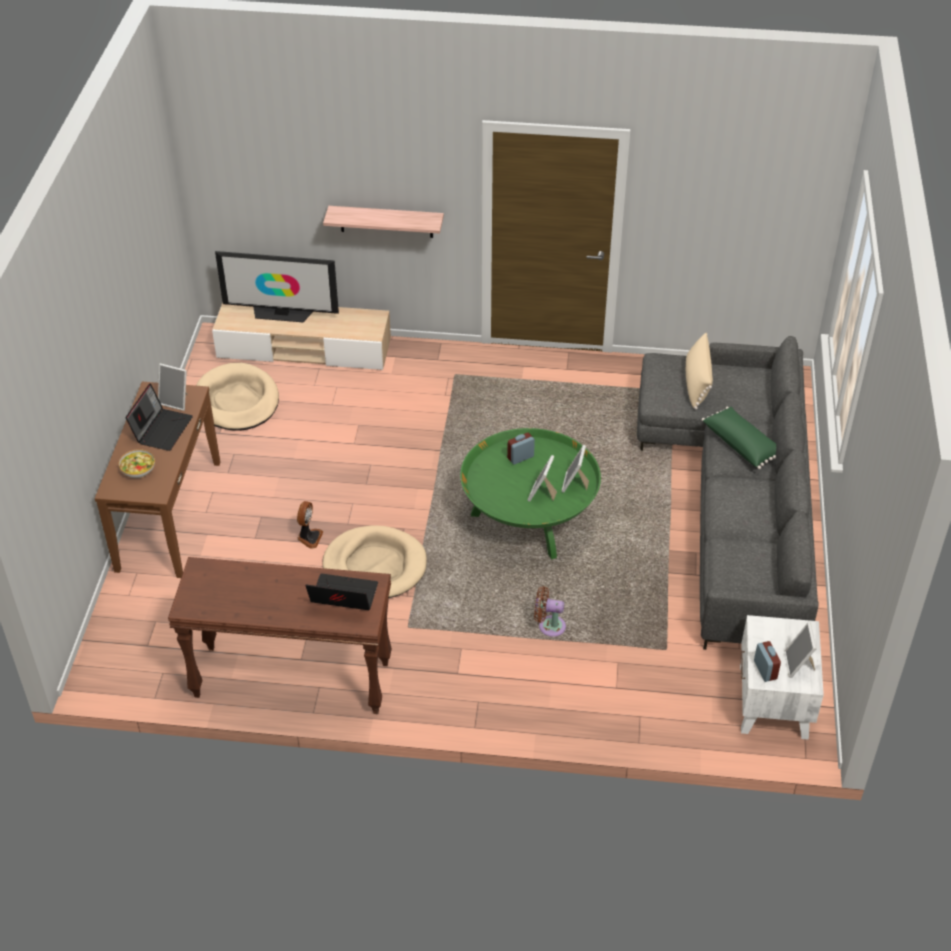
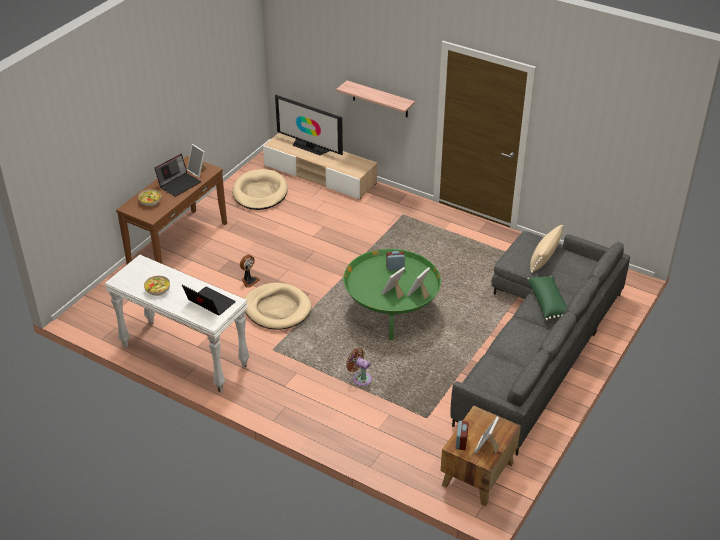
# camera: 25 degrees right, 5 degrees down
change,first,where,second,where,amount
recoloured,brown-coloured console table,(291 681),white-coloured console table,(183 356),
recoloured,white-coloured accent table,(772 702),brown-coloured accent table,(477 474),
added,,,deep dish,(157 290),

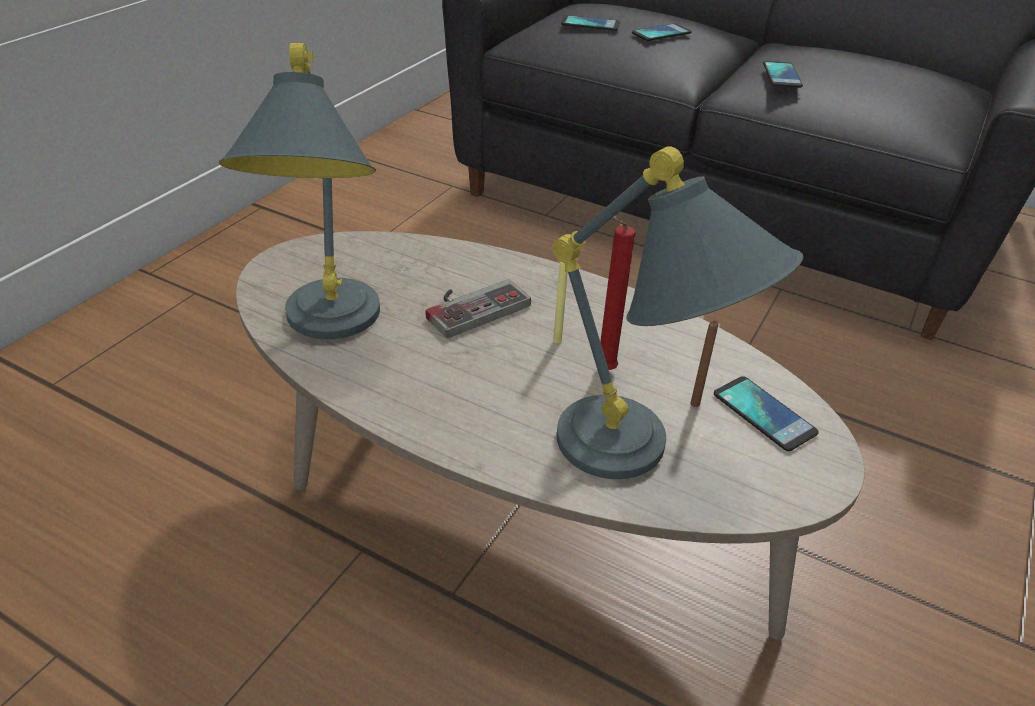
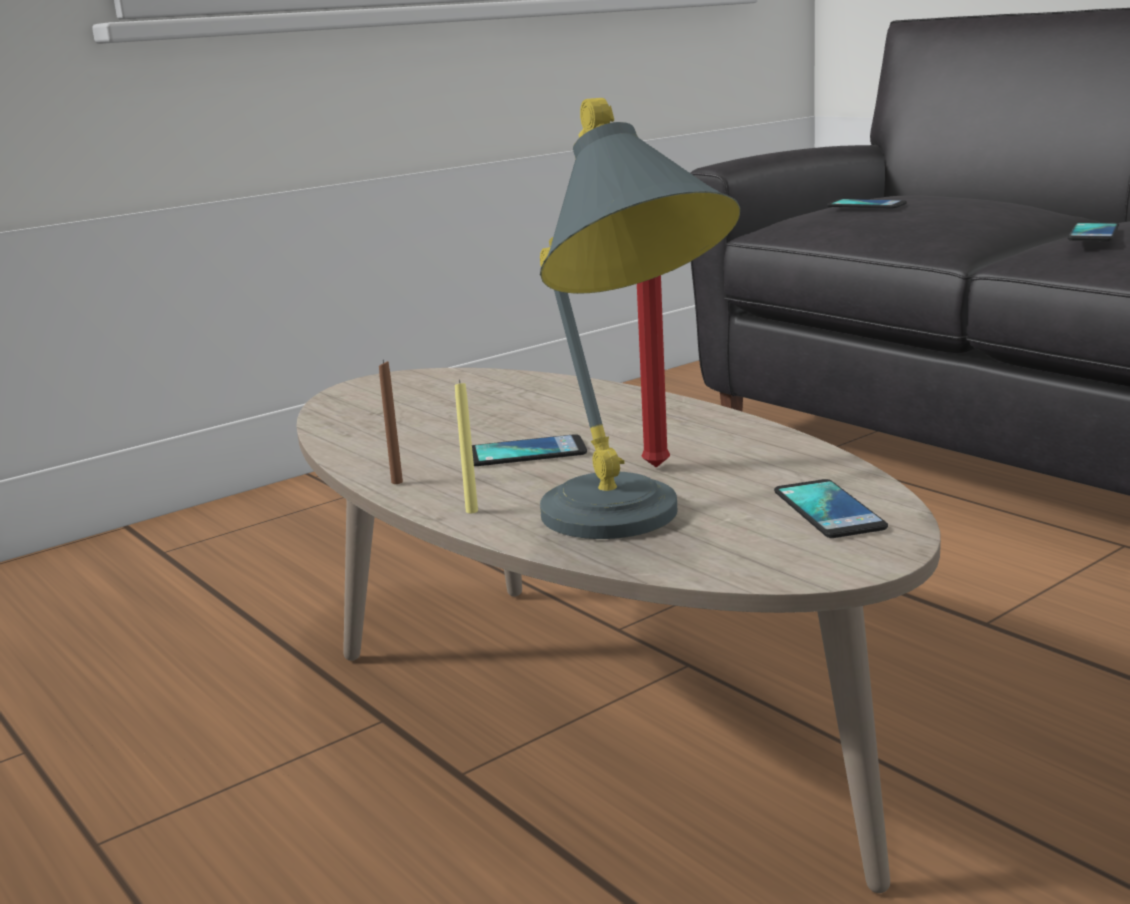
# camera: 25 degrees right, 20 degrees down
change,first,where,second,where,amount
moved,phone,(661 33),,(527 453),
removed,grey tabletop lamp,(327 333),,,
moved,yellowish wax light,(557 340),,(471 511),
removed,gamepad,(472 305),,,
moved,brown-coloured wax light,(695 404),,(397 482),

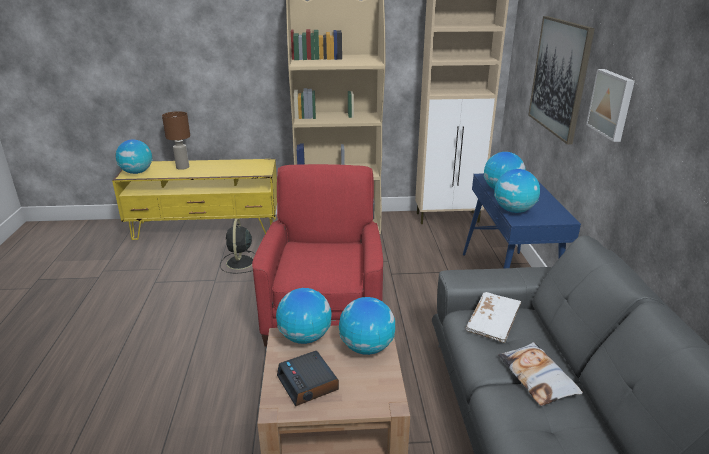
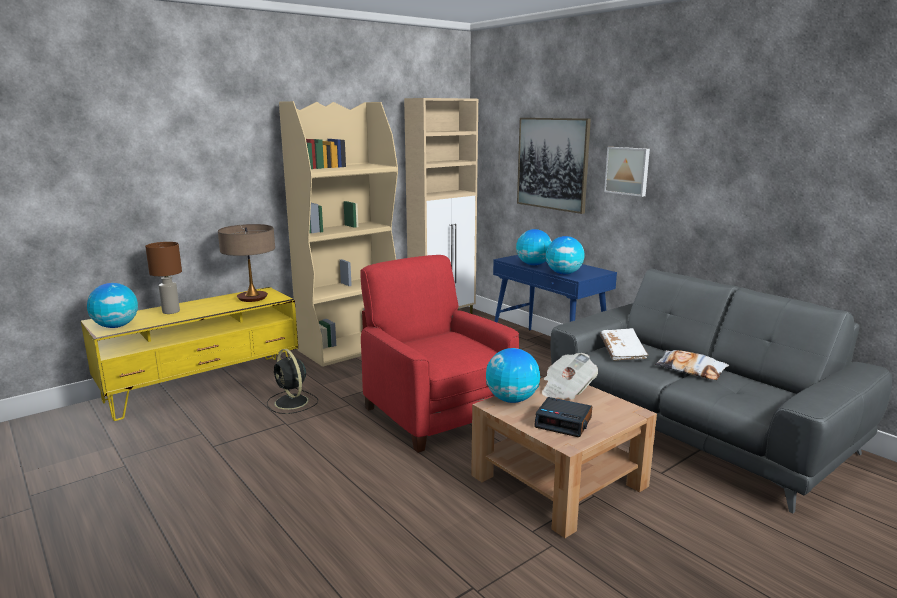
# camera: 35 degrees left, 10 degrees down
change,first,where,second,where,amount
replaced,globe,(366 347),newspaper,(566 390),
added,,,tabletop lamp,(252 298),

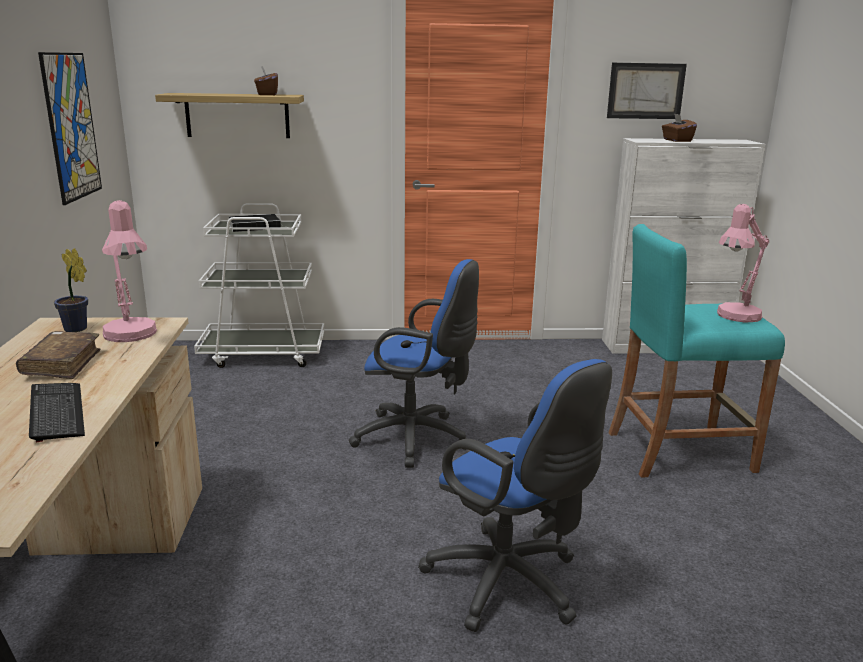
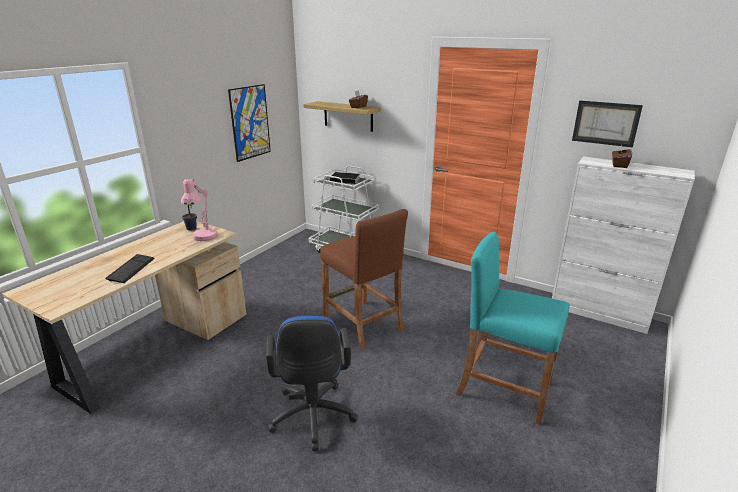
# camera: 35 degrees right, 5 degrees up
change,first,where,second,where,amount
removed,pink-coloured tabletop lamp,(734 317),,,
replaced,bluish desk chair,(417 439),brown-coloured stool,(362 324),
removed,brown-coloured bound book,(62 364),,,

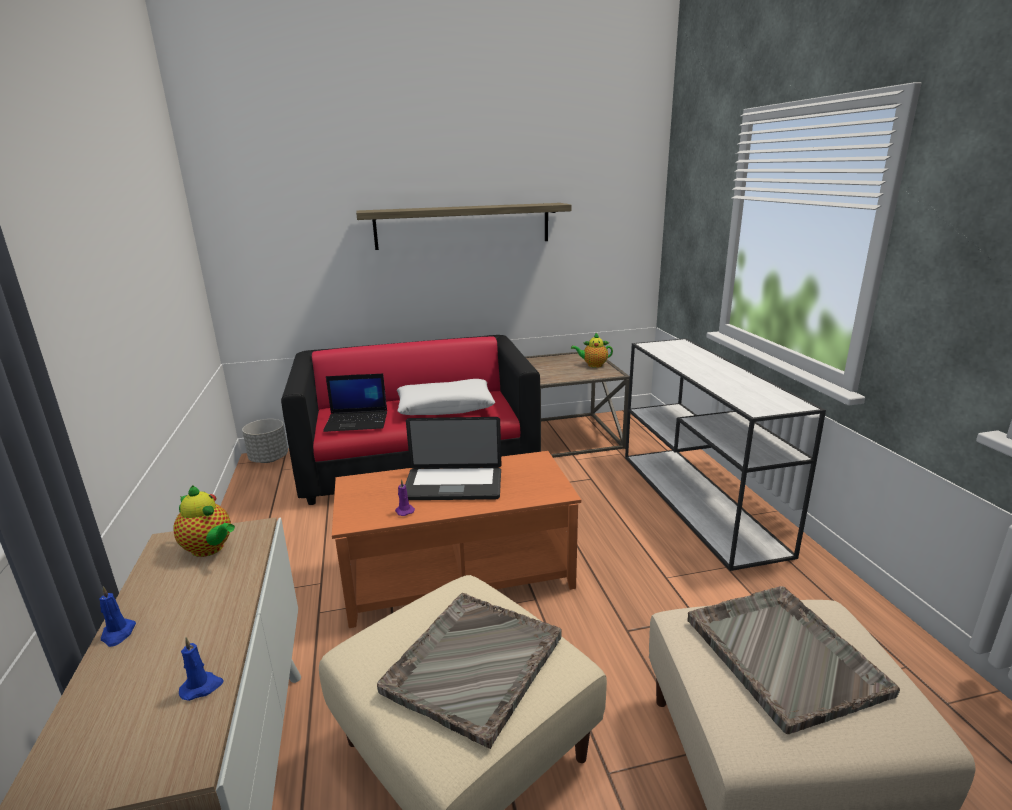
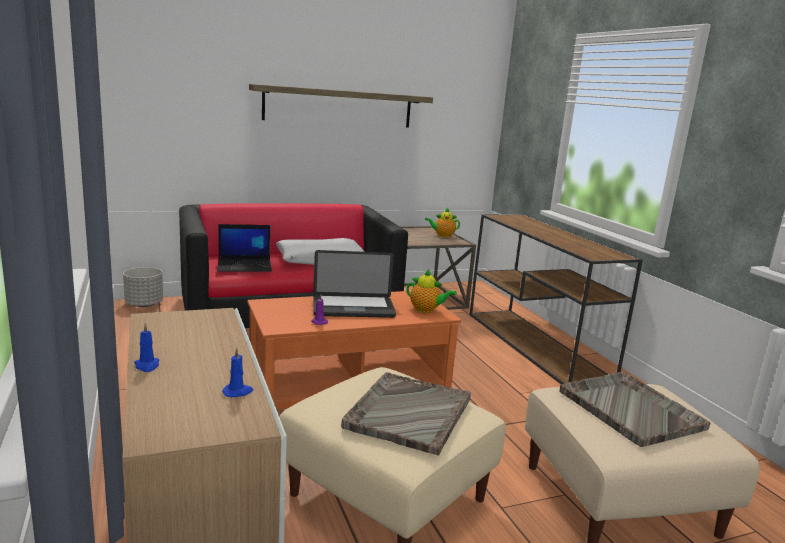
# camera: 10 degrees left, 5 degrees down
change,first,where,second,where,amount
recoloured,white-coloured console table,(699 501),brown-coloured console table,(536 345),
moved,teapot,(210 549),,(426 310),

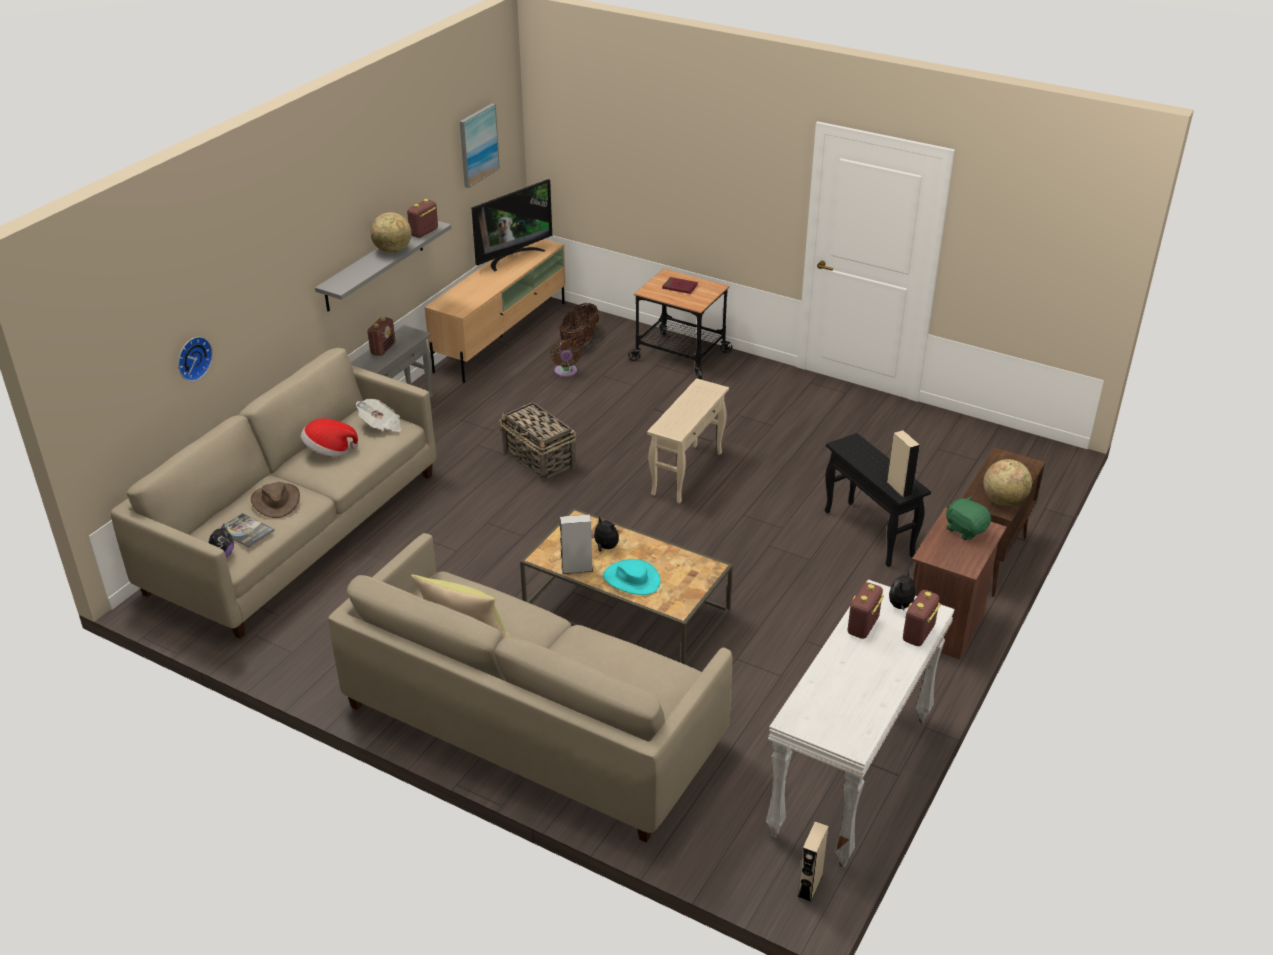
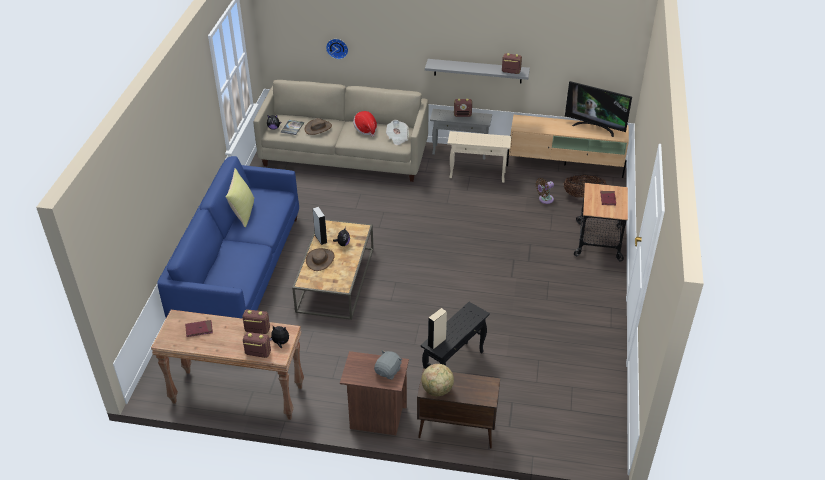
# camera: 70 degrees right, 5 degrees up
change,first,where,second,where,amount
removed,wall art,(478 145),,,
removed,globe,(393 251),,,
moved,sand-coloured accent table,(687 473),,(477 175),
removed,basket,(539 460),,,
recoloured,green-coloured cuddly toy,(965 529),grey cuddly toy,(388 371),
recoloured,sand-coloured settee,(532 724),bluish settee,(238 270),
recoloured,turquoise-coloured wearable hat,(631 579),brown-coloured wearable hat,(320 260),
recoloured,white-coloured console table,(852 776),brown-coloured console table,(237 395),
removed,sand-coloured audio speaker,(809 886),,,
added,,,red-coloured bound book,(199 329),

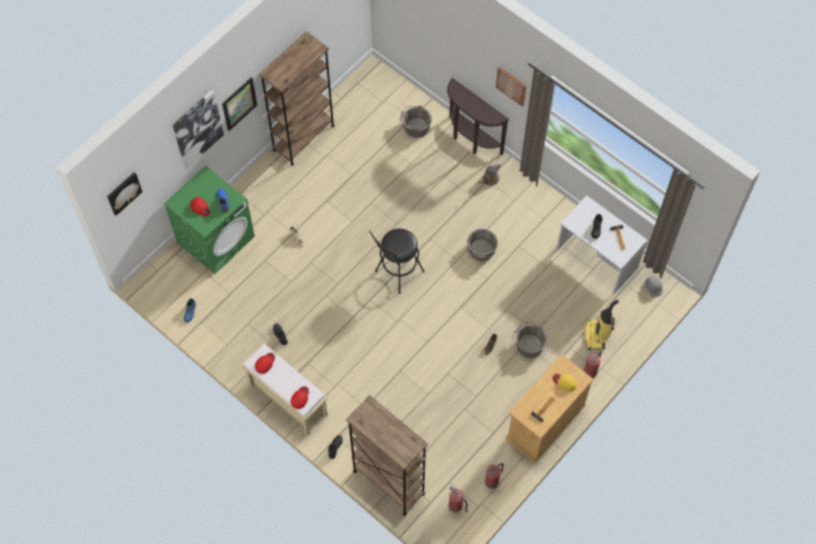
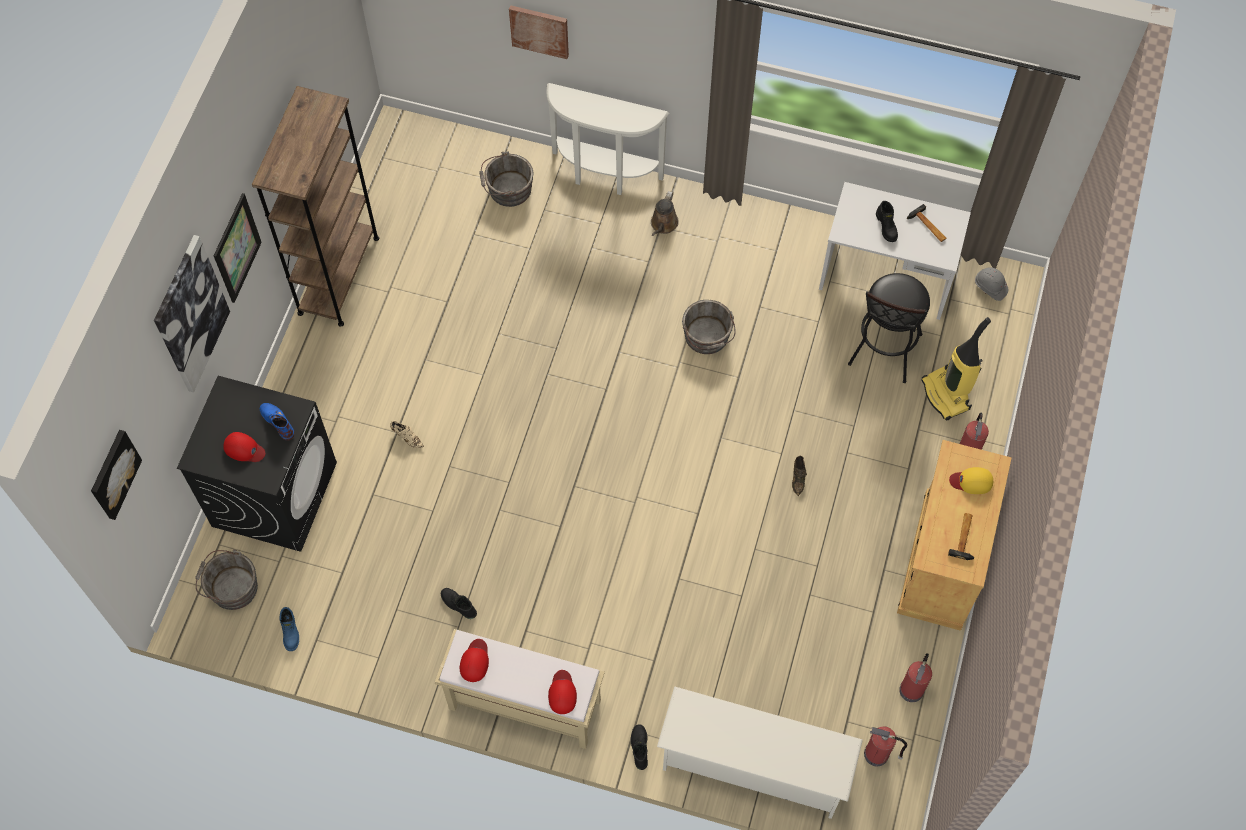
# camera: 25 degrees left, 0 degrees up
change,first,where,second,where,amount
moved,wall art,(511 85),,(539 30),
recoloured,brown-coloured console table,(471 140),white-coloured console table,(604 176),
recoloured,green-coloured laundry appliance,(216 239),blackish laundry appliance,(274 493),
moved,blackish stool,(396 273),,(882 355),
moved,grey water bucket,(528 344),,(231 587),
replaced,brown-coloured bookshelf,(388 482),white-coloured shoe shelf,(753 765),

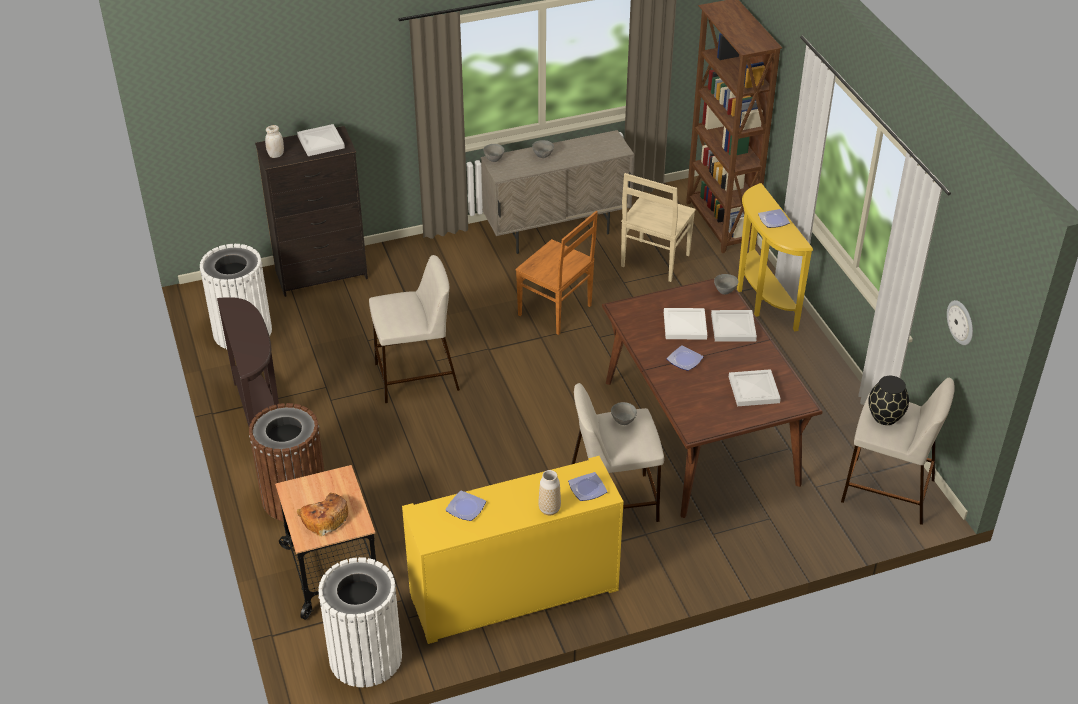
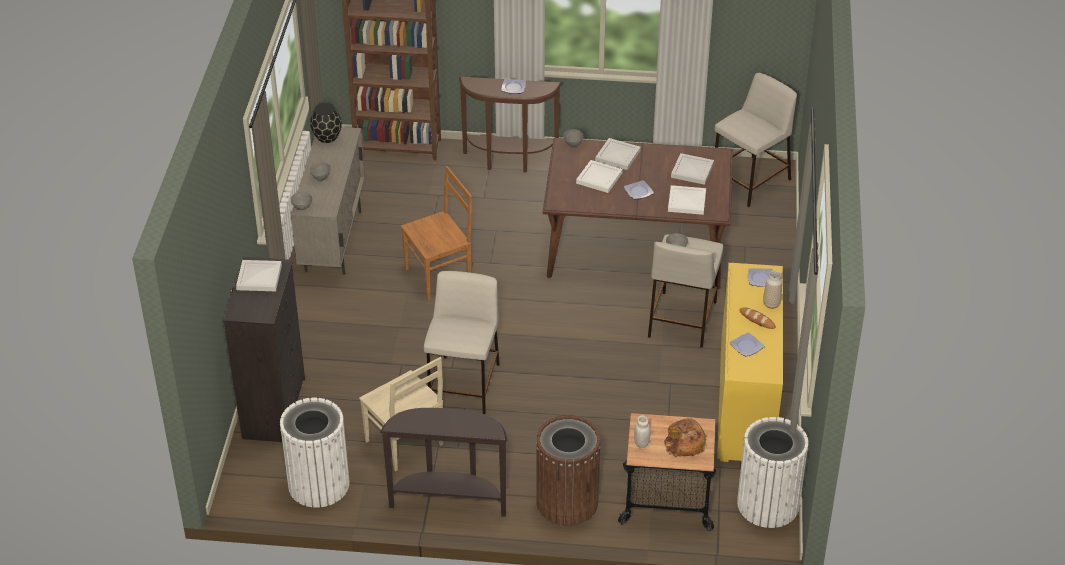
# camera: 65 degrees left, 0 degrees up
change,first,where,second,where,amount
moved,white-coloured storage jar,(276 155),,(641 443),
moved,sand-coloured plain chair,(654 262),,(405 444),
recoloured,yellowish console table,(761 300),brown-coloured console table,(509 162),
removed,wall clock,(961 322),,,
moved,blackish decorative vase,(885 417),,(327 137),
added,,,white-coloured tray,(686 201),
added,,,baked bread,(757 319),

